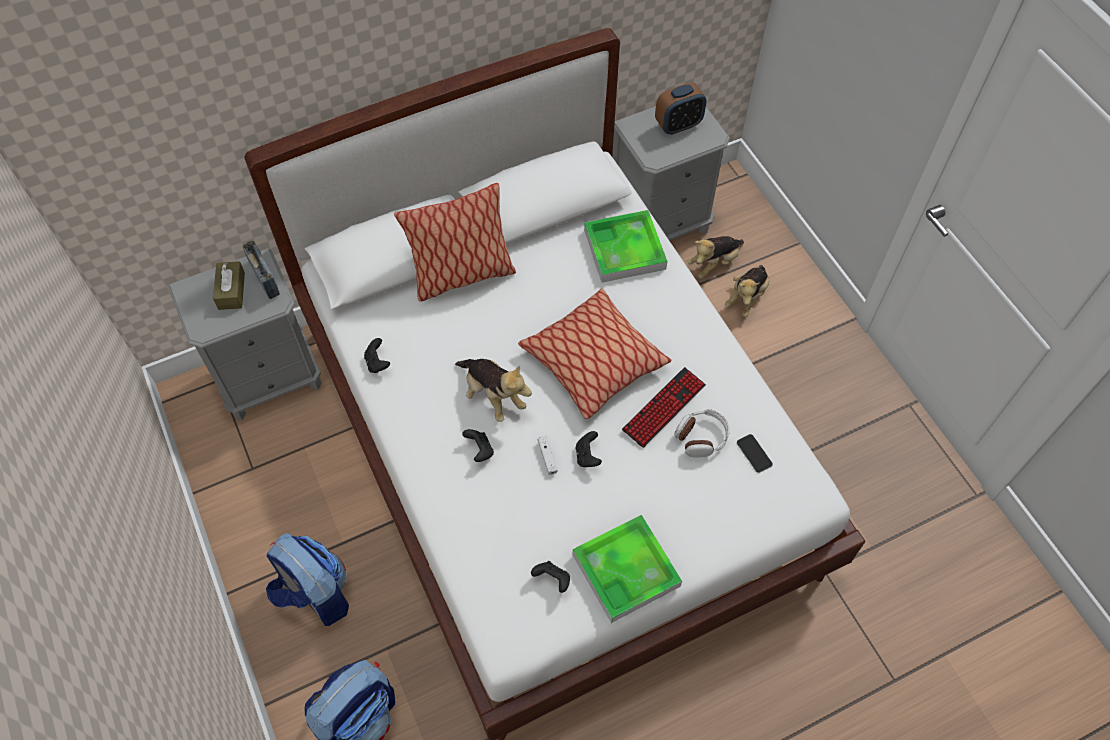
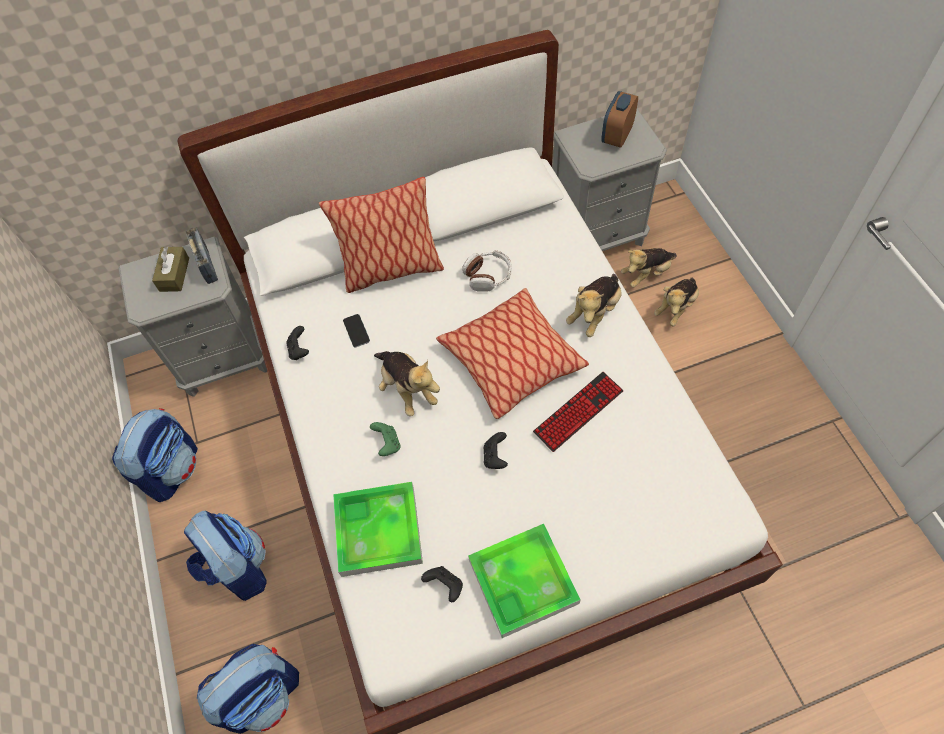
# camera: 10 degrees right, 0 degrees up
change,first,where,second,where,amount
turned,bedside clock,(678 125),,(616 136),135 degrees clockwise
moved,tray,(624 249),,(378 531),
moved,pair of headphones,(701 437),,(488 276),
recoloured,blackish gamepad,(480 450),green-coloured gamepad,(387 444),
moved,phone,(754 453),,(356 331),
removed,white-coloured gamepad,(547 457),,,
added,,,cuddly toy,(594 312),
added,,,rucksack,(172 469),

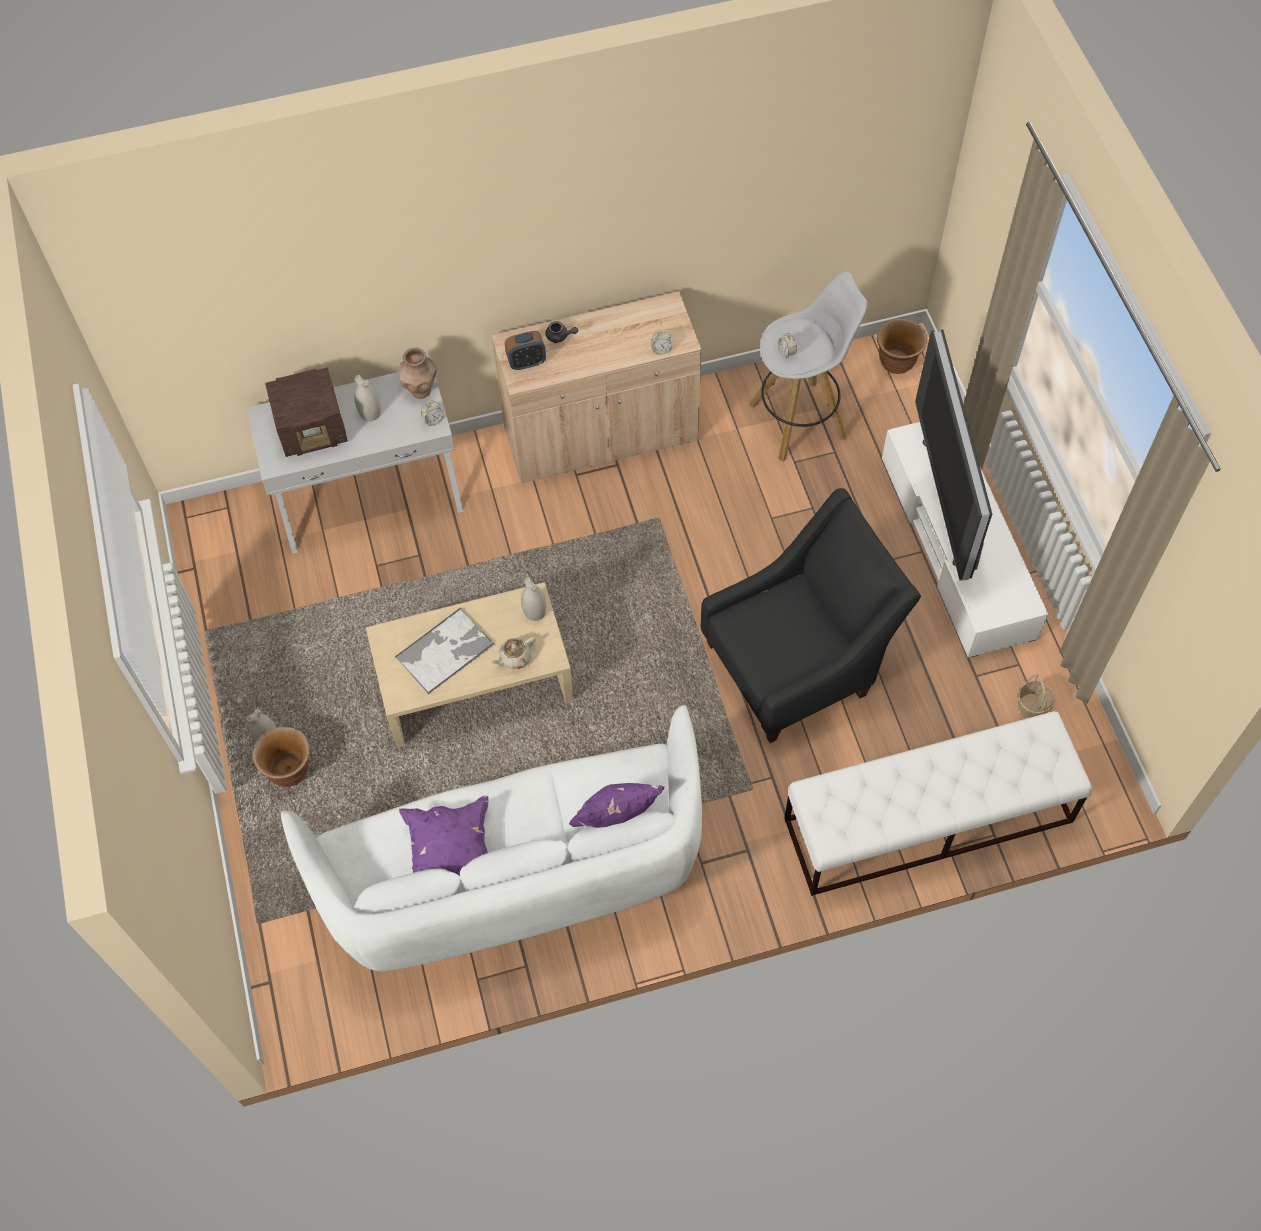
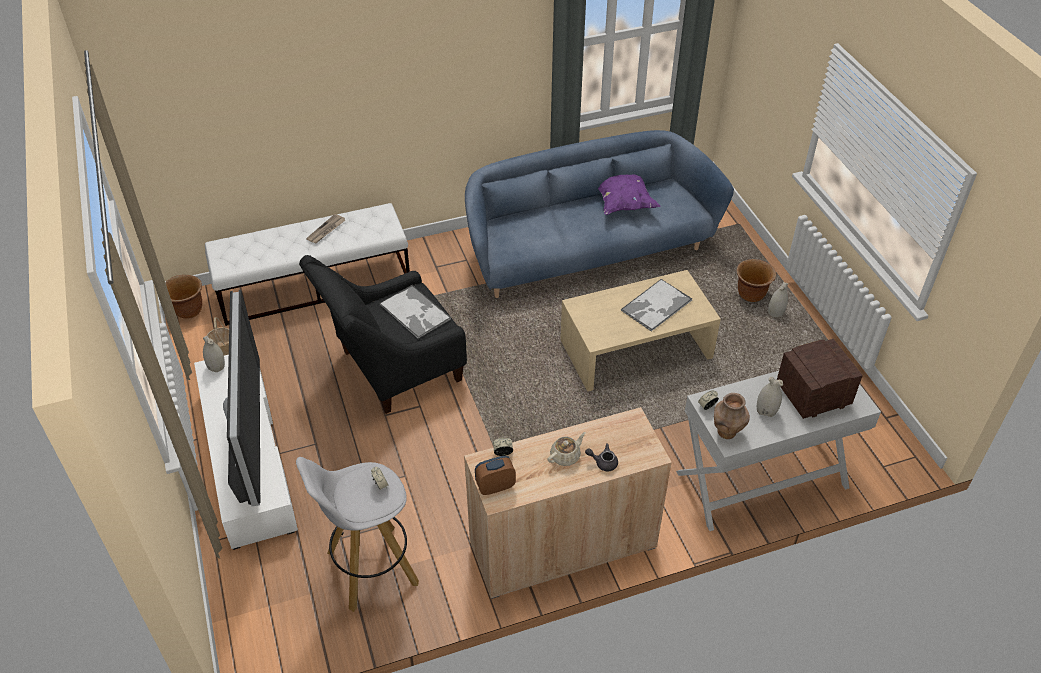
# camera: 175 degrees right, 15 degrees down
change,first,where,second,where,amount
moved,brown-coloured flower pot,(897 363),,(188 311),
moved,bedside clock,(526 362),,(495 486),
moved,white-coloured decorative vase,(534 611),,(216 367),
moved,sand-coloured teapot,(514 658),,(565 456),
recoloured,white-coloured settee,(514 874),bluish settee,(585 250),
removed,purple pillow,(617 822),,,
added,,,newspaper,(326 230),
added,,,tray,(415 312),

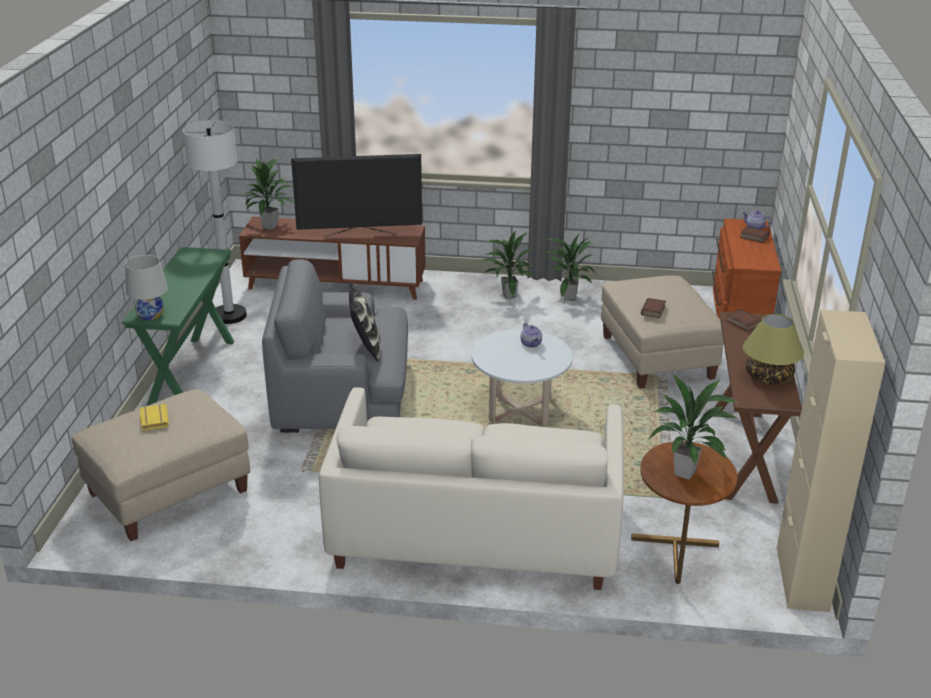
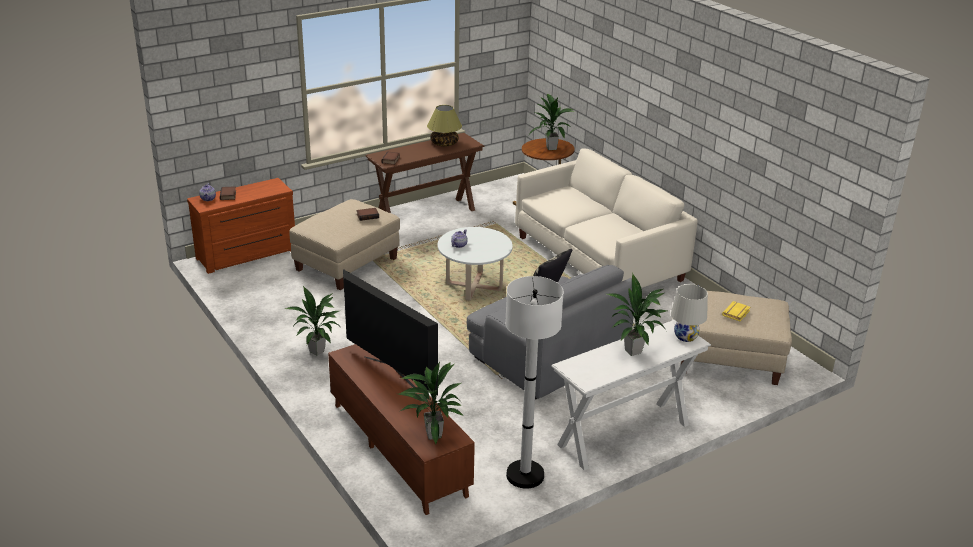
# camera: 130 degrees left, 0 degrees up
change,first,where,second,where,amount
moved,houseplant,(569 298),,(633 352),
recoloured,green-coloured console table,(192 374),white-coloured console table,(623 434),
removed,sand-coloured cupboard,(802 579),,,

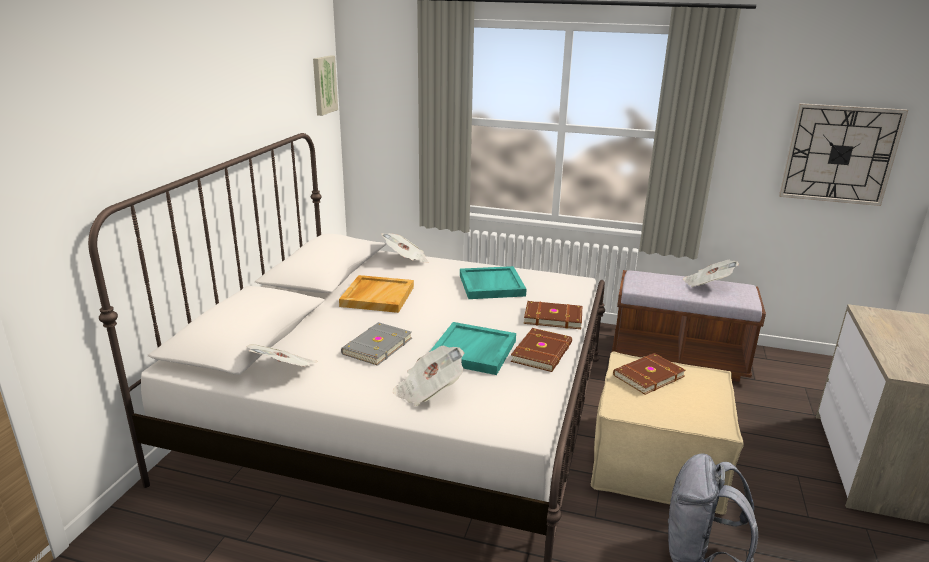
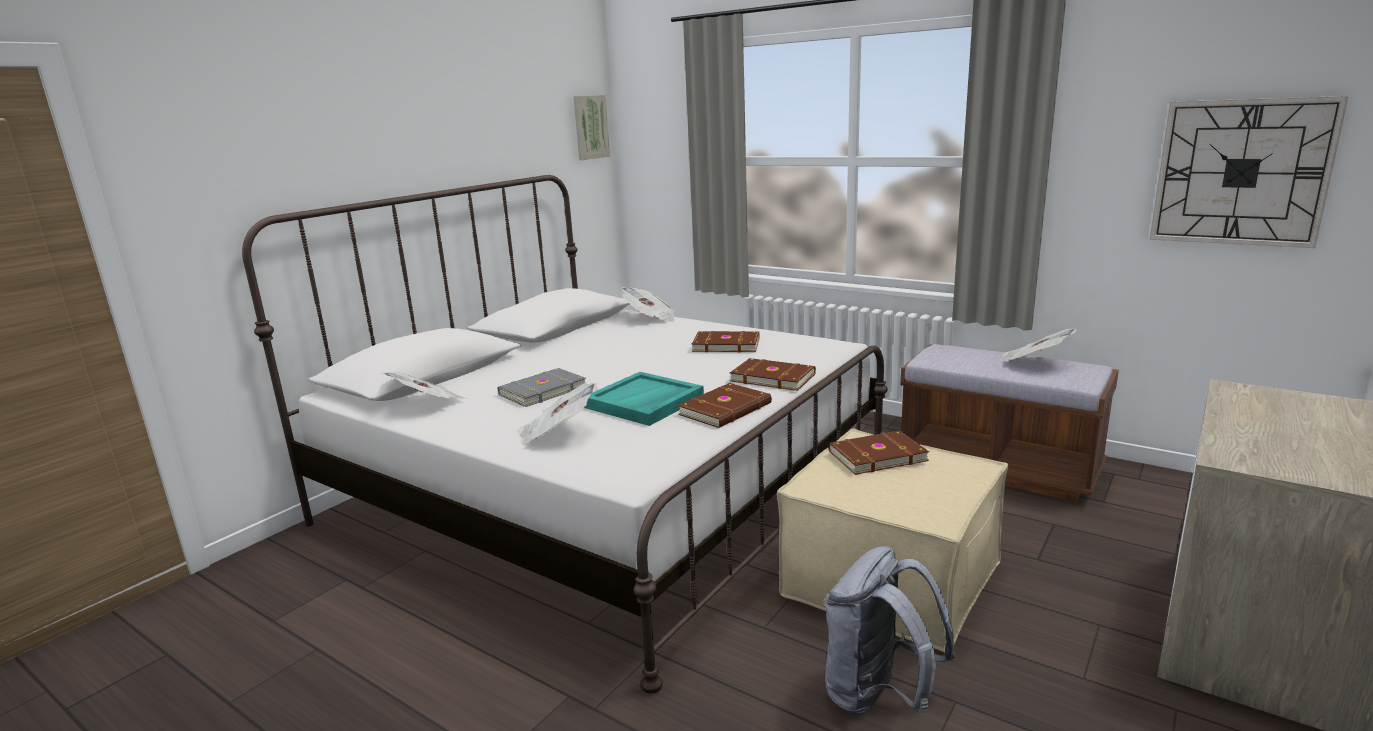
# camera: 20 degrees right, 5 degrees down
change,first,where,second,where,amount
replaced,turquoise-coloured tray,(491 285),brown-coloured bound book,(726 344),
removed,sand-coloured tray,(377 296),,,

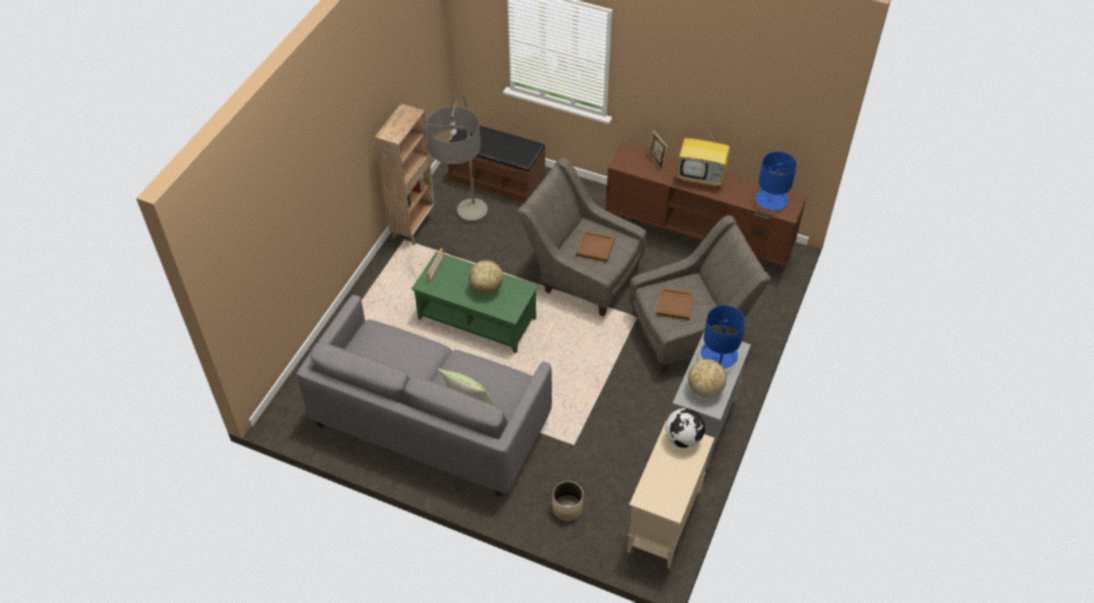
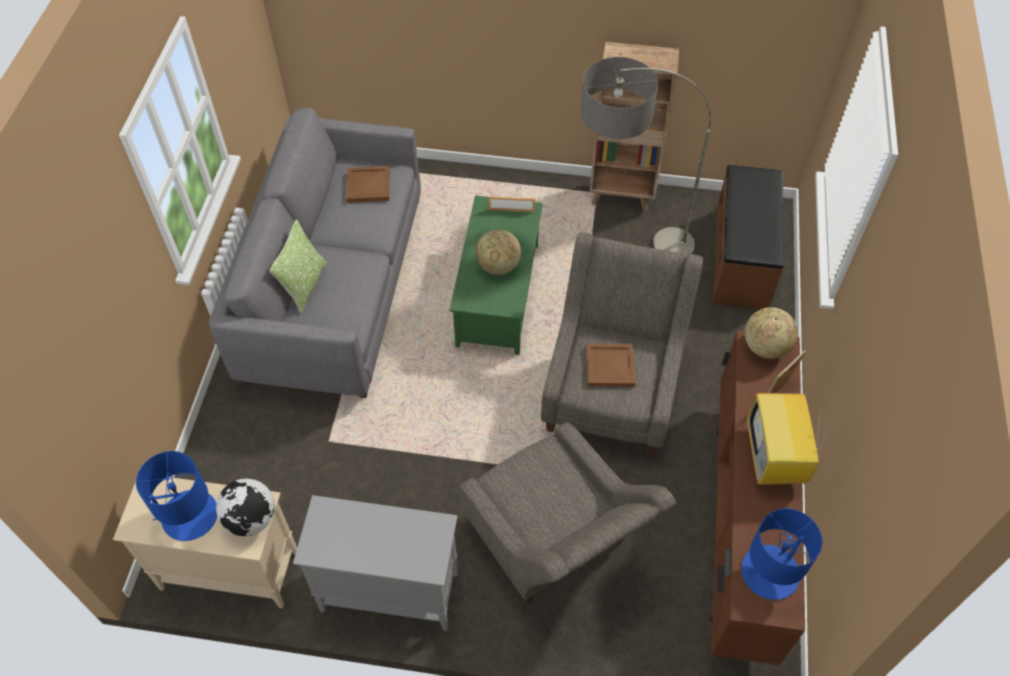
# camera: 75 degrees right, 5 degrees up
change,first,where,second,where,amount
moved,brown-coloured tray,(675 305),,(367 187),
moved,bluish tabletop lamp,(719 355),,(189 516),
moved,globe,(704 389),,(765 347),
removed,flower pot,(567 508),,,

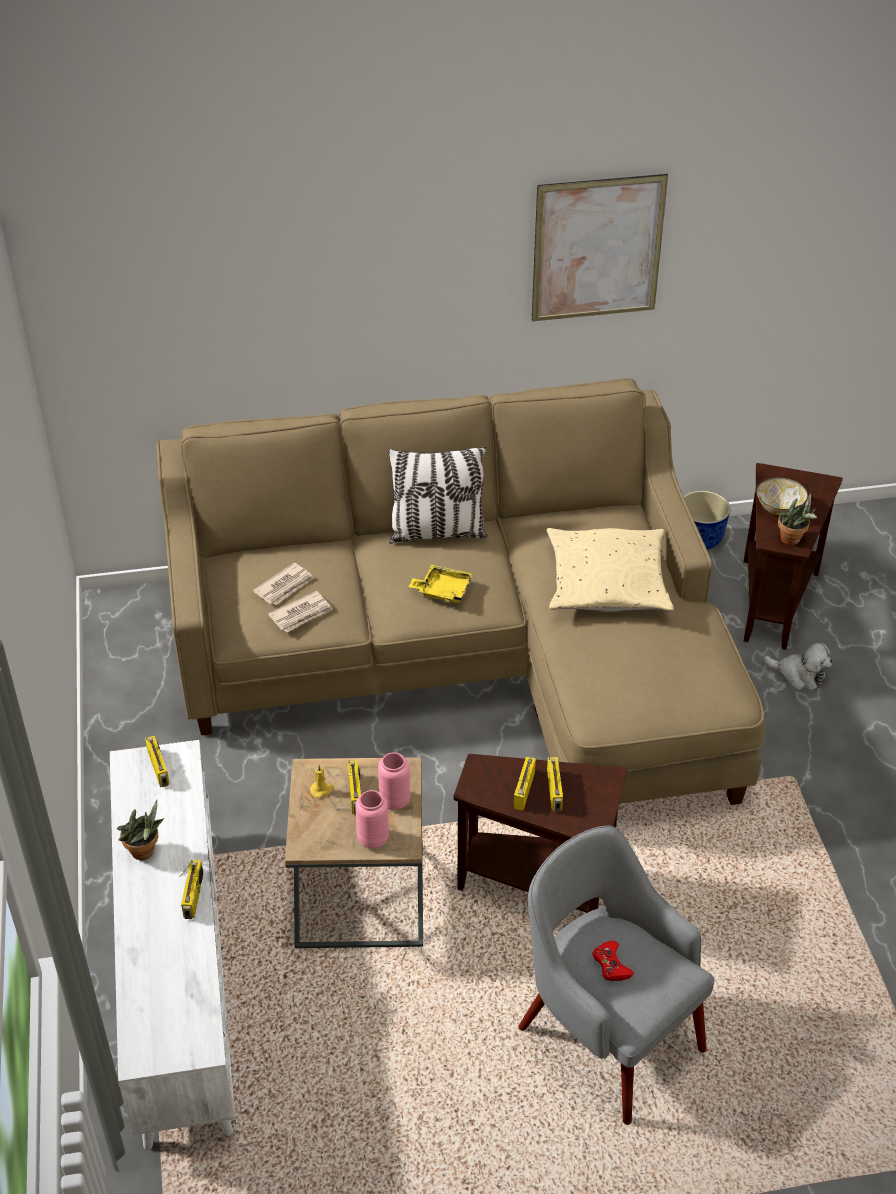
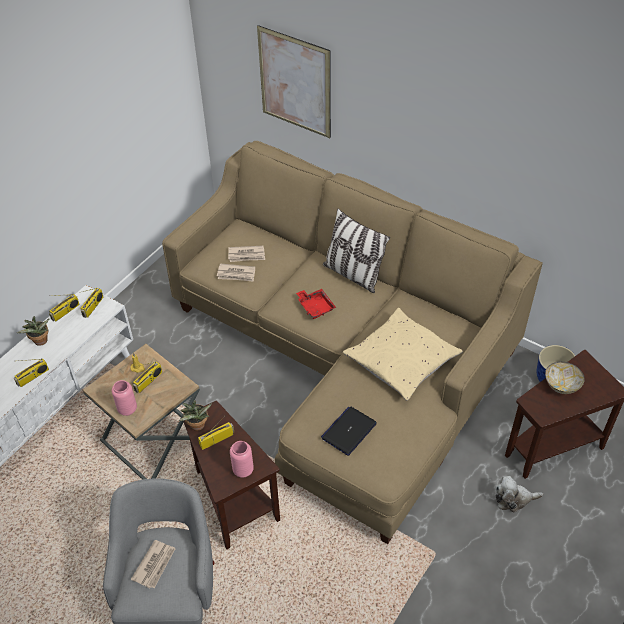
# camera: 45 degrees right, 5 degrees up
change,first,where,second,where,amount
moved,wall art,(597 248),,(295 82),
moved,houseplant,(793 540),,(197 427),
recoloured,yellowish tray,(443 590),red-coloured tray,(315 307),
turned,cuddly toy,(799 675),,(514 499),105 degrees clockwise
moved,pink-coloured decorative vase,(394 801),,(243 470),
moved,radio,(555 791),,(65 312),
replaced,red-coloured gamepad,(611 964),newspaper,(155 565),
added,,,notebook computer,(349 431),

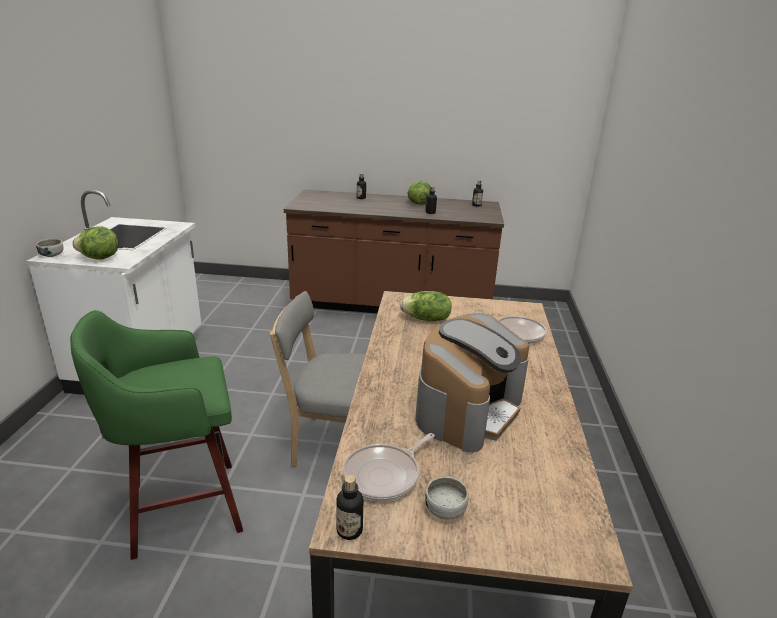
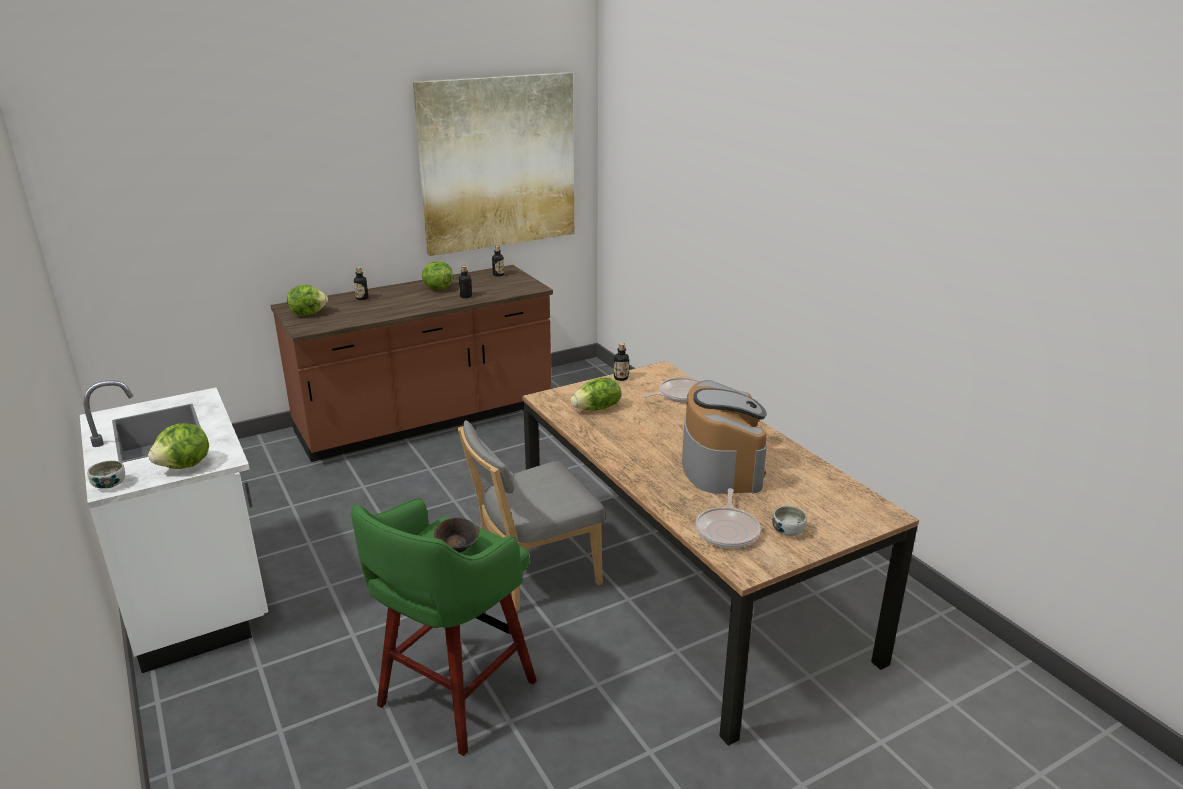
# camera: 35 degrees left, 0 degrees up
change,first,where,second,where,amount
moved,beverage bottle,(349 530),,(621 378),
added,,,wall art,(498 163),
added,,,head of lettuce,(308 314),
added,,,brown-coloured deep dish,(458 548),

